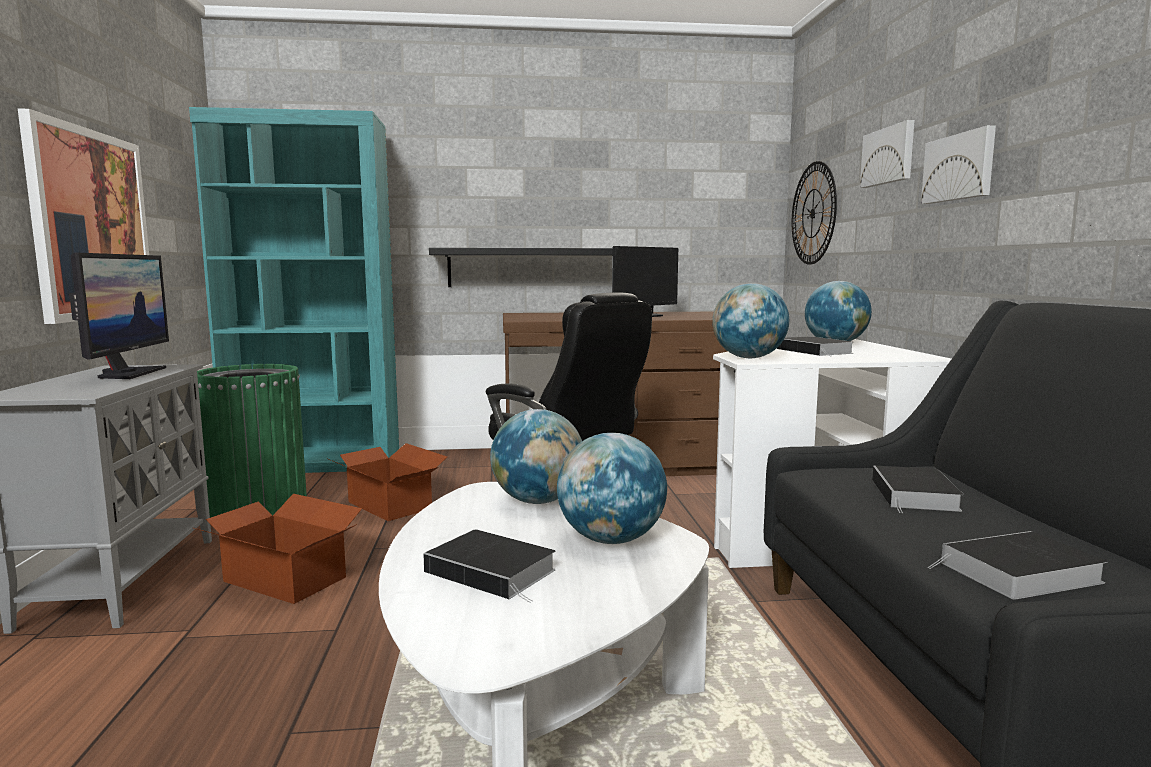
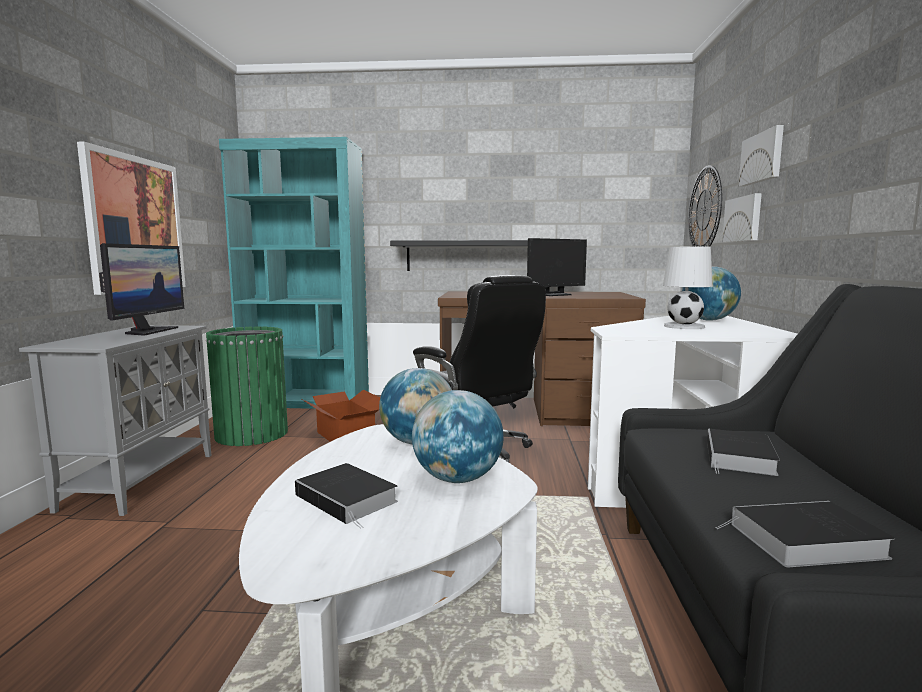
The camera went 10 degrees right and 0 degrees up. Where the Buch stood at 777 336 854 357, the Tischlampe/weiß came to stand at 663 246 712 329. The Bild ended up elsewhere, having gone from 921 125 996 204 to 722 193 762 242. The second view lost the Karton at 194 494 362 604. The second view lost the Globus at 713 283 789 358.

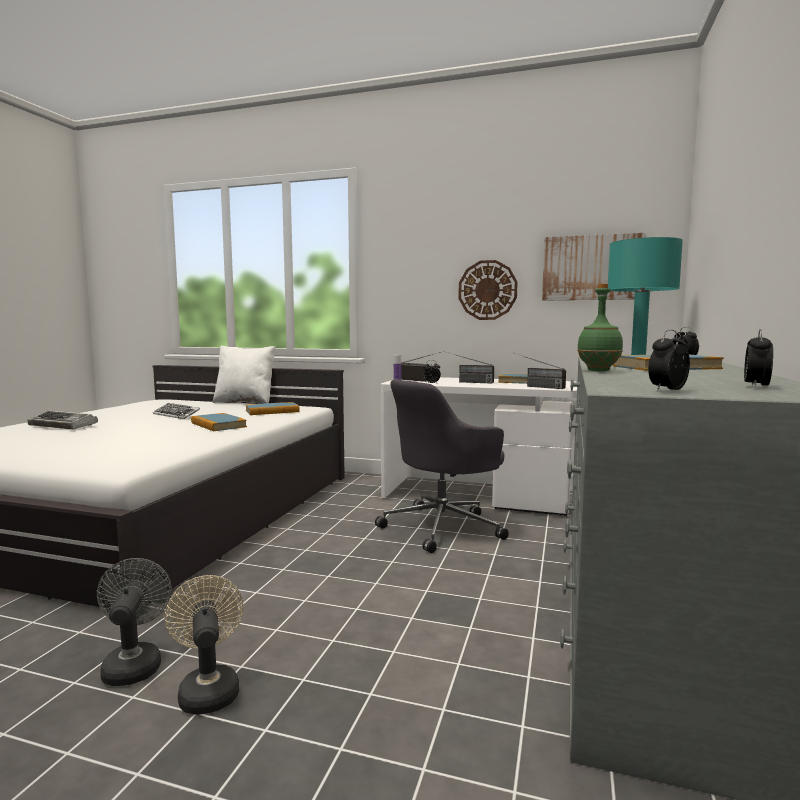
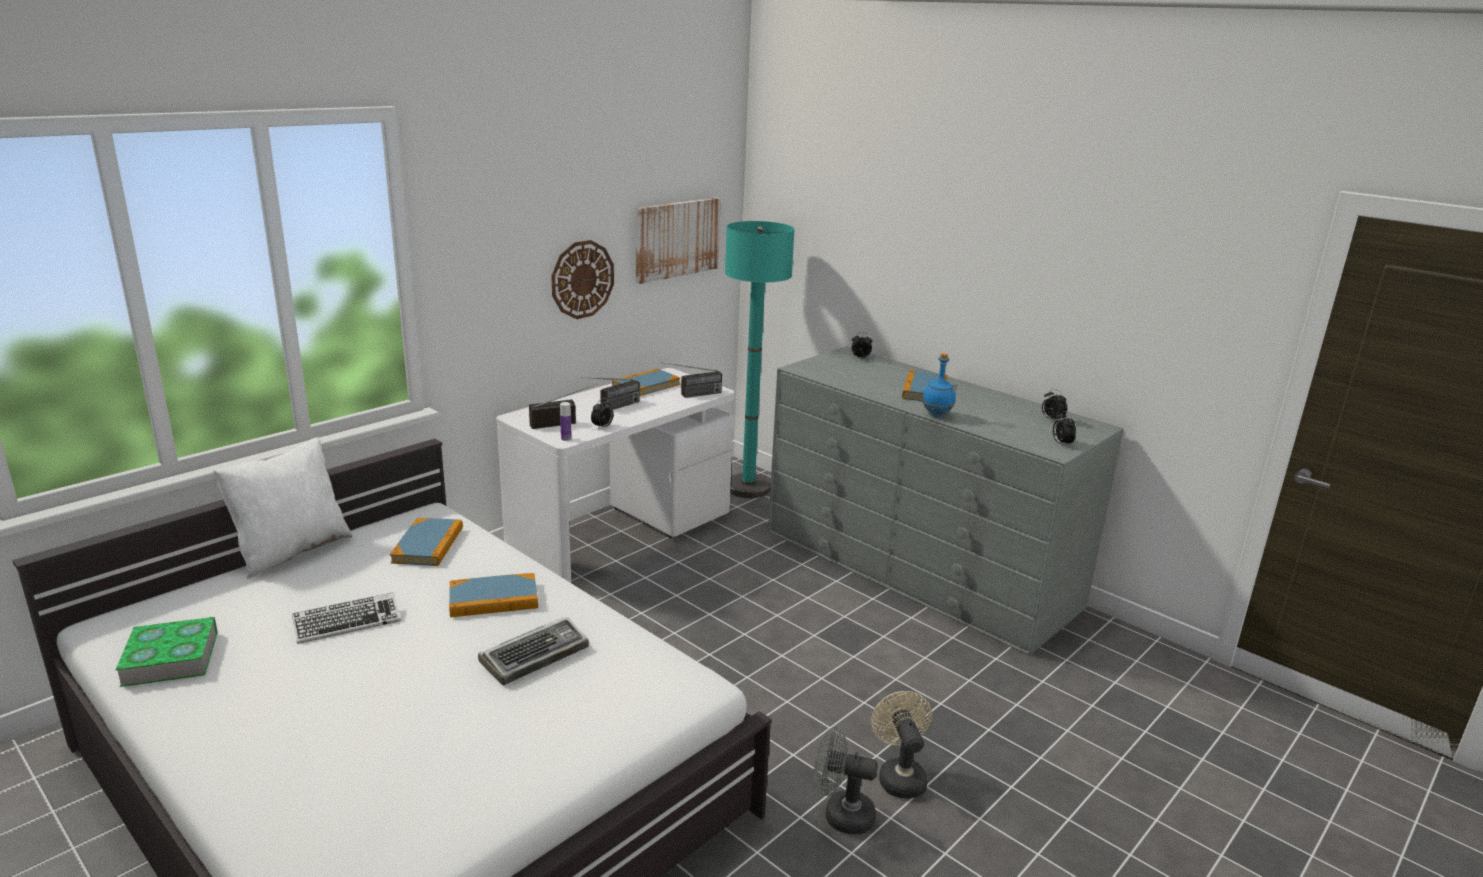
The camera went 65 degrees left and 15 degrees up. The second view gained the Buch at 115 617 218 687. The Tastatur ended up elsewhere, having gone from 27 411 98 430 to 478 617 589 685. The Ventilator/beige at 164 575 244 715 ended up facing another way, 75 degrees clockwise from before. What was the Flasche/grün at 577 283 623 371 turned into the Flasche/blau at 922 353 955 418. The second view lost the Bürostuhl/grau at 375 380 509 553.

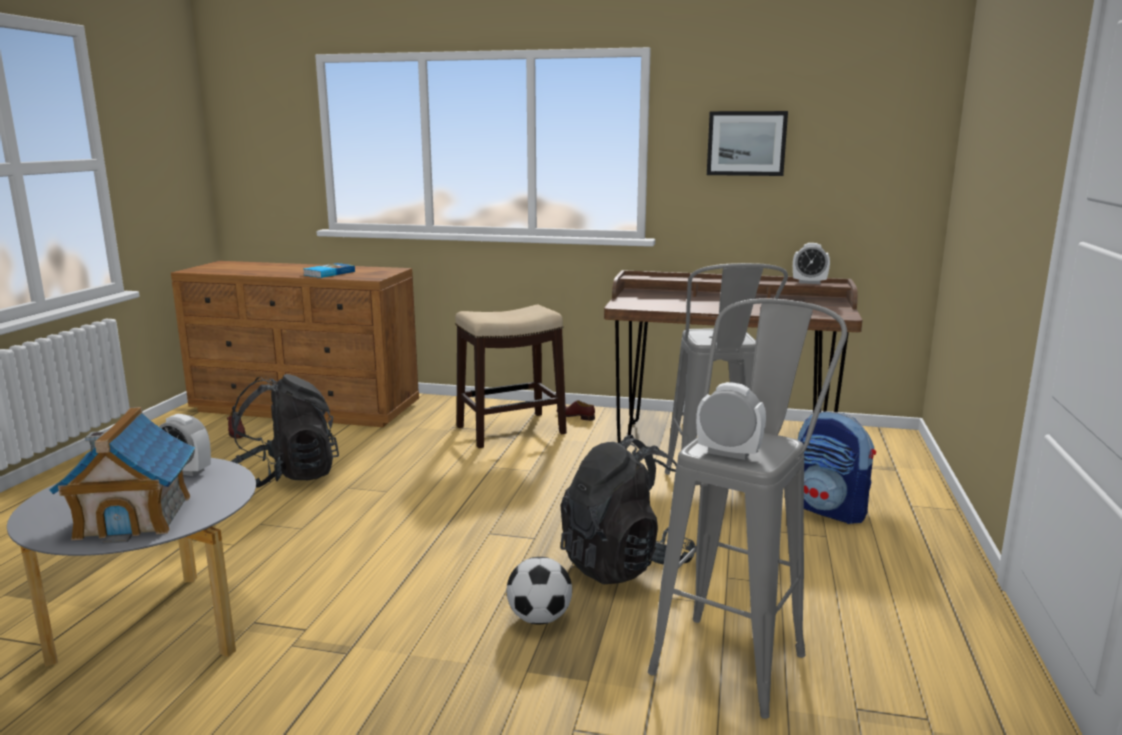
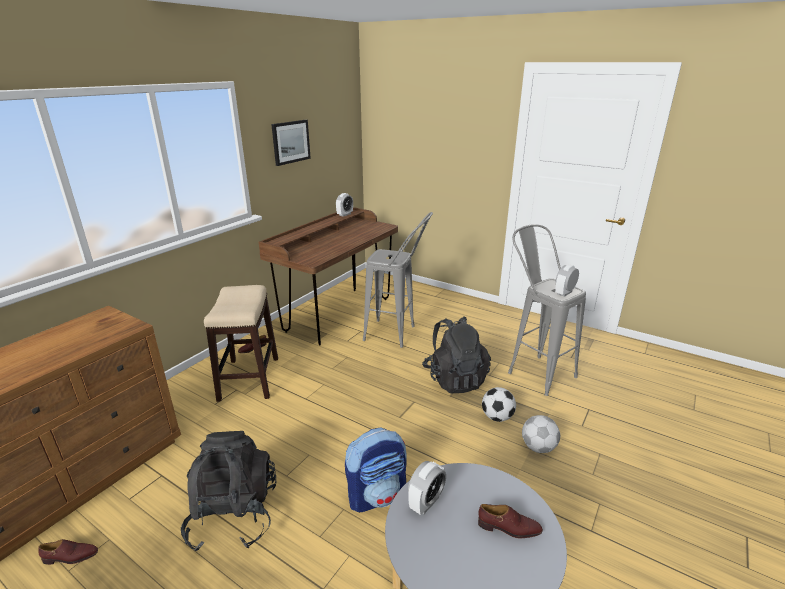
The camera went 70 degrees left and 10 degrees up. The Rucksack ended up elsewhere, having gone from 798 411 876 524 to 345 428 407 512. Where the Spielzeughaus stood at 49 407 195 544, the Schuh/braun came to stand at 478 504 543 538. The second view gained the Fußball at 522 415 560 453. The second view lost the Buch at 303 263 355 278.

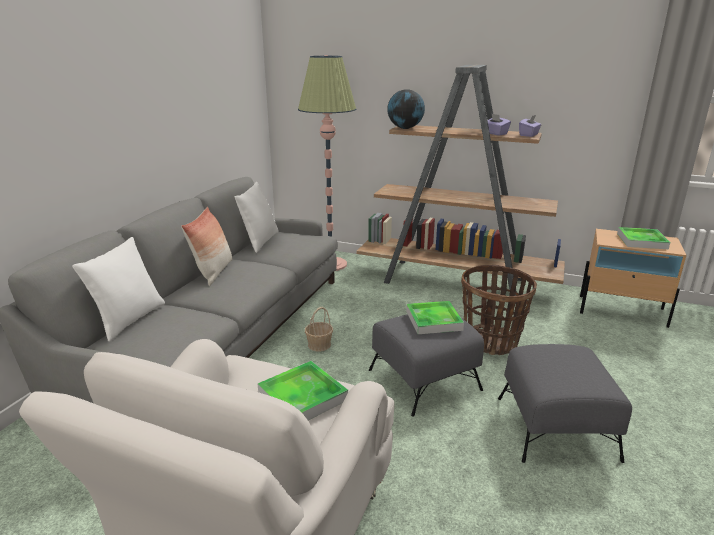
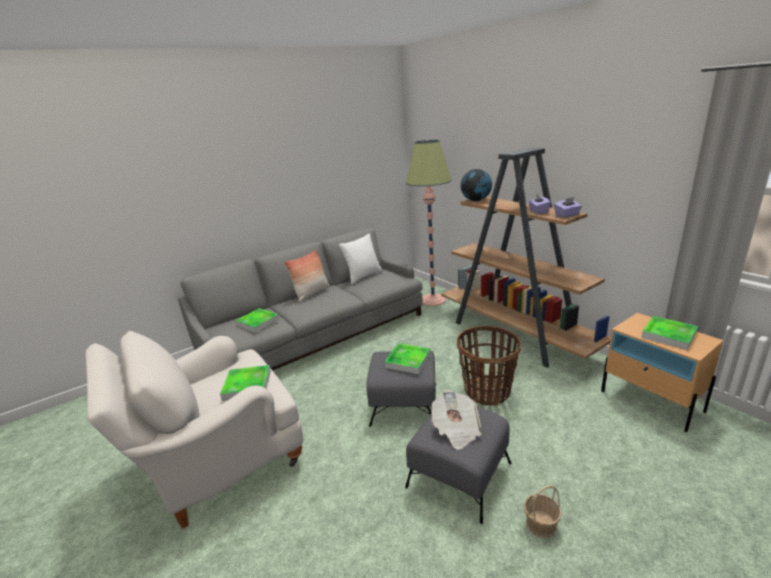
The camera went 35 degrees right and 0 degrees up. The second view gained the Tablett at 235 308 280 333. The second view gained the Zeitung at 431 390 482 450. The Korb ended up elsewhere, having gone from 305 307 333 351 to 524 485 562 538. The second view lost the Kissen/weiß at 72 237 165 342.

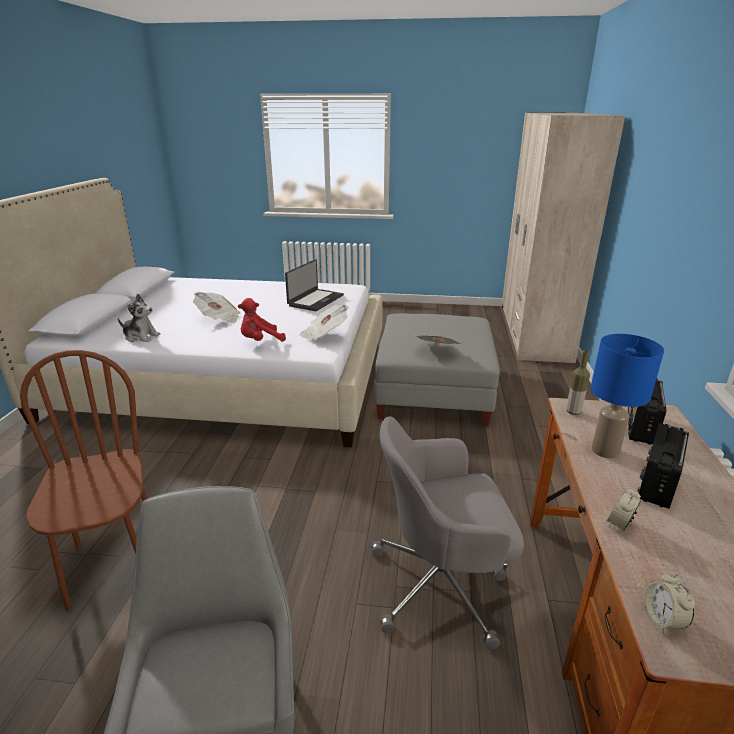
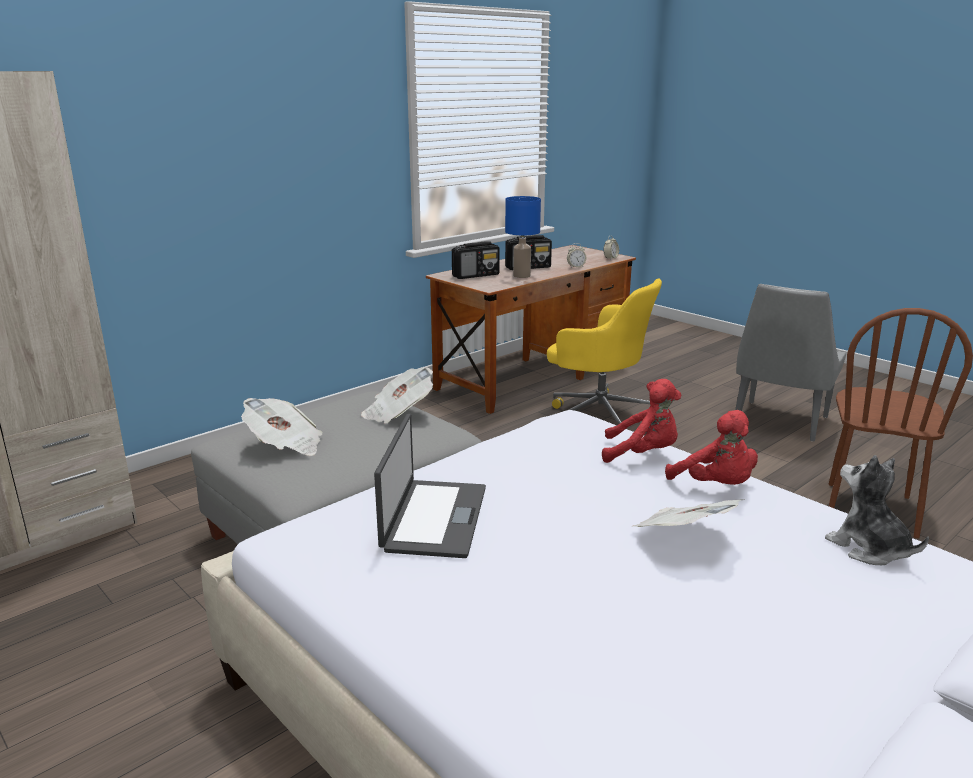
The camera went 140 degrees left and 5 degrees down. The Zeitung ended up elsewhere, having gone from 300 304 349 341 to 241 398 323 456. The Laptop at 285 259 344 311 ended up facing another way, 120 degrees clockwise from before. What was the Bürostuhl/grau at 371 417 524 650 turned into the Bürostuhl/gelb at 547 279 662 424. The second view gained the Plüschtier/rot at 665 410 758 485. The second view lost the Flasche at 566 350 590 415.

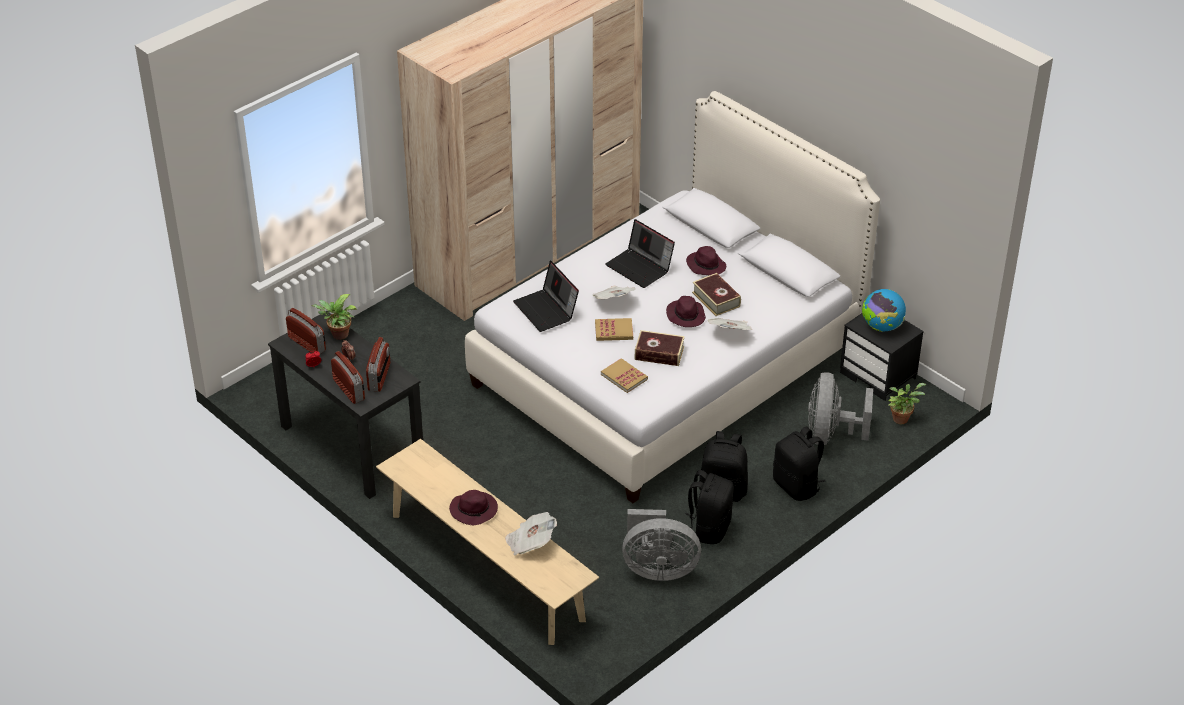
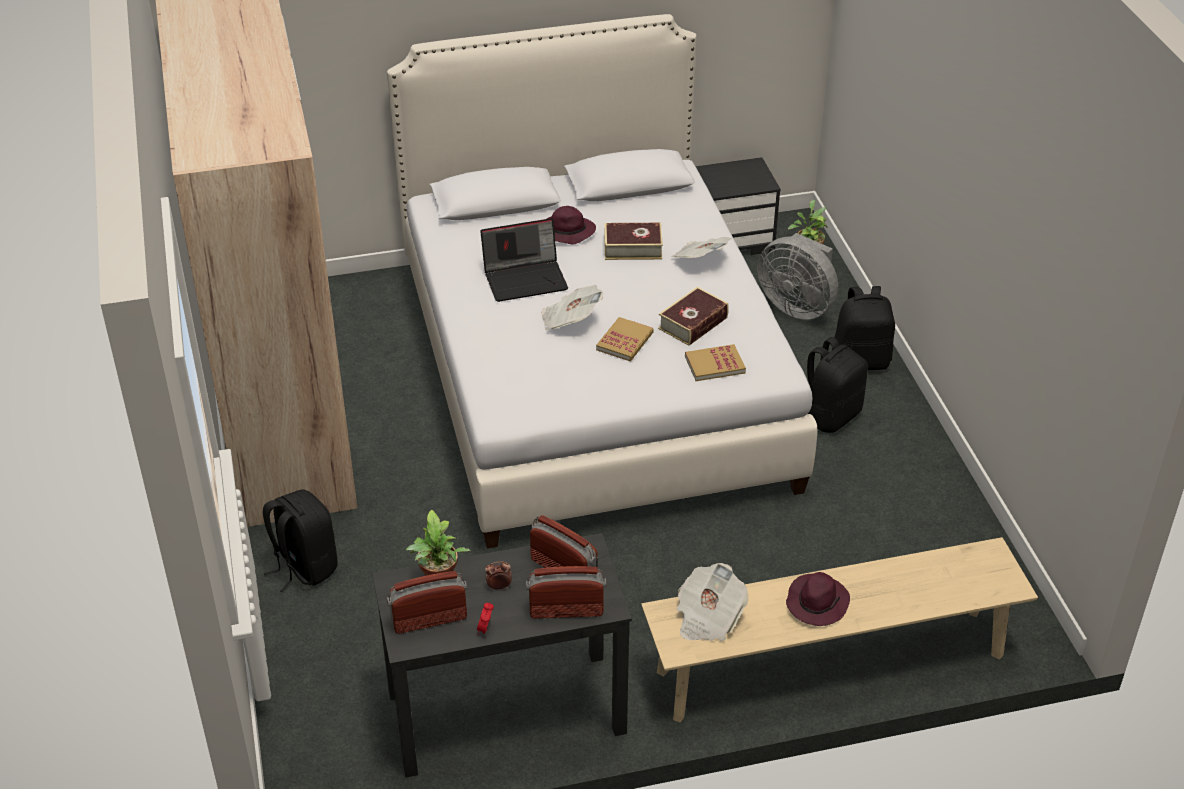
The camera went 60 degrees left and 0 degrees up. The Rucksack/schwarz ended up elsewhere, having gone from 686 470 733 544 to 263 489 338 592. The Zeitung ended up elsewhere, having gone from 505 512 557 556 to 677 563 748 641. The second view lost the Laptop at 513 261 579 332. The second view lost the Ventilator/grau at 622 509 701 581. The second view lost the Hut/lila at 666 296 706 327. The second view lost the Globus at 862 289 906 332.

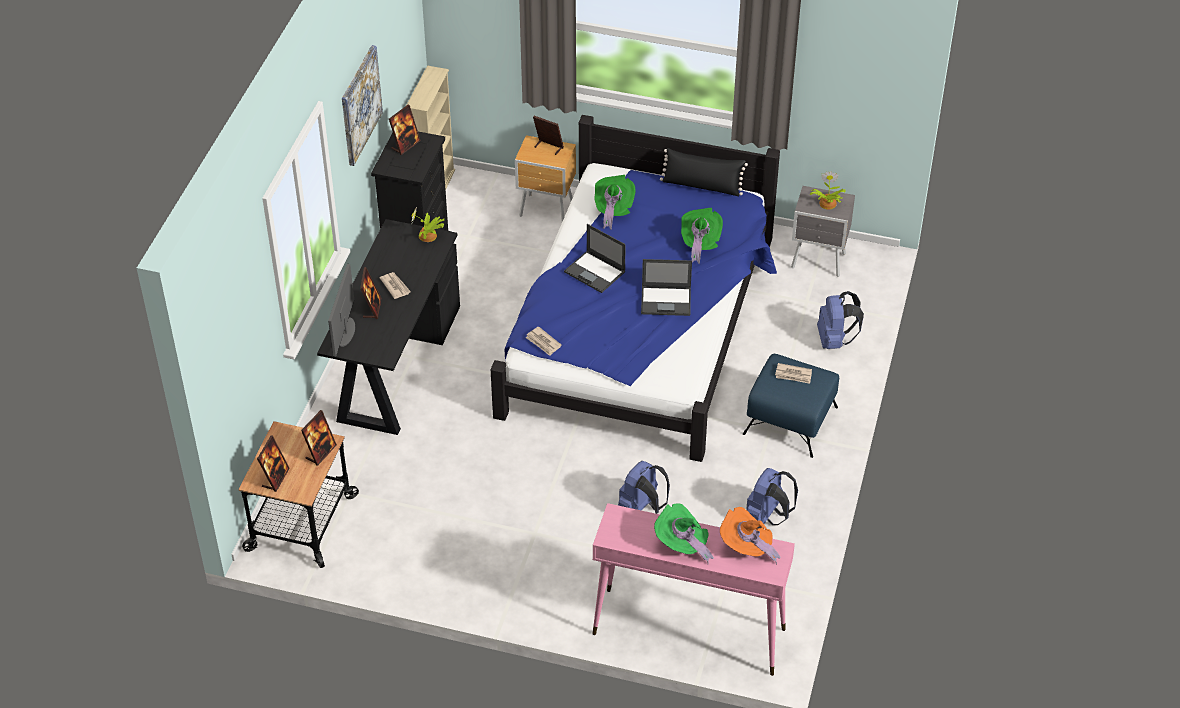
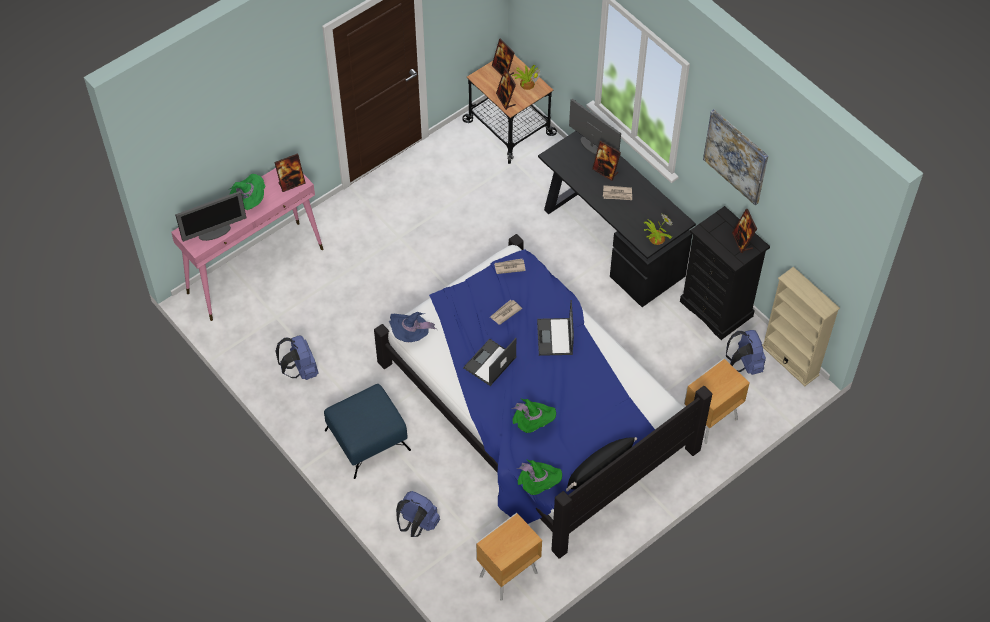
The camera went 125 degrees right and 10 degrees up. Where the Hut/orange stood at 720 507 781 564, the Monitor came to stand at 175 191 246 242. The Bilderrahmen ended up elsewhere, having gone from 533 116 564 155 to 274 153 306 192. The second view gained the Hut/blau at 389 312 437 342. What was the Nachttisch/grau at 791 186 855 277 turned into the Nachttisch/braun at 476 513 542 601. The Zeitung ended up elsewhere, having gone from 775 363 812 384 to 490 300 522 325. The Topfpflanze ended up elsewhere, having gone from 810 171 845 210 to 513 65 540 90. The Hut/grün ended up elsewhere, having gone from 594 175 635 230 to 516 459 562 495. The Laptop at 564 224 626 293 ended up facing another way, 75 degrees counterclockwise from before. The Rucksack/blau ended up elsewhere, having gone from 618 461 670 514 to 726 330 766 375.

